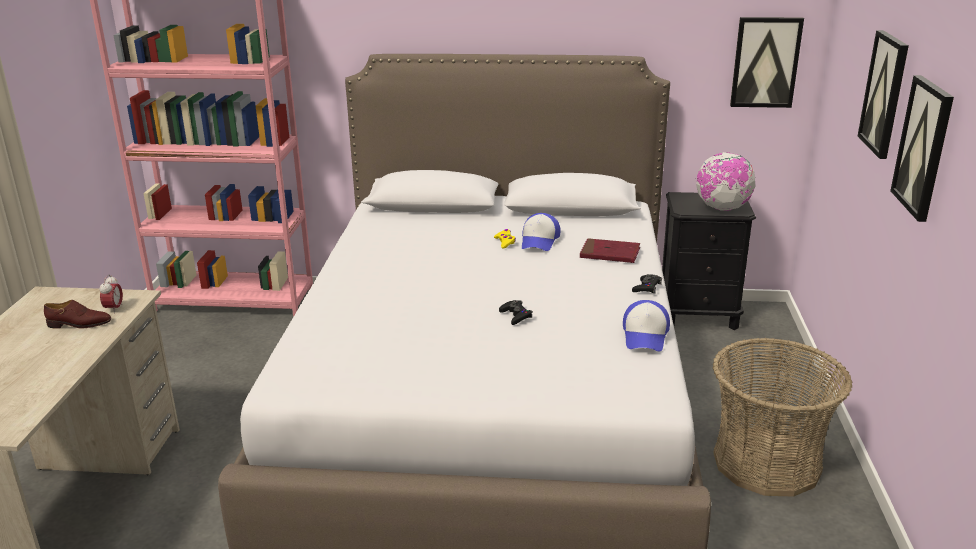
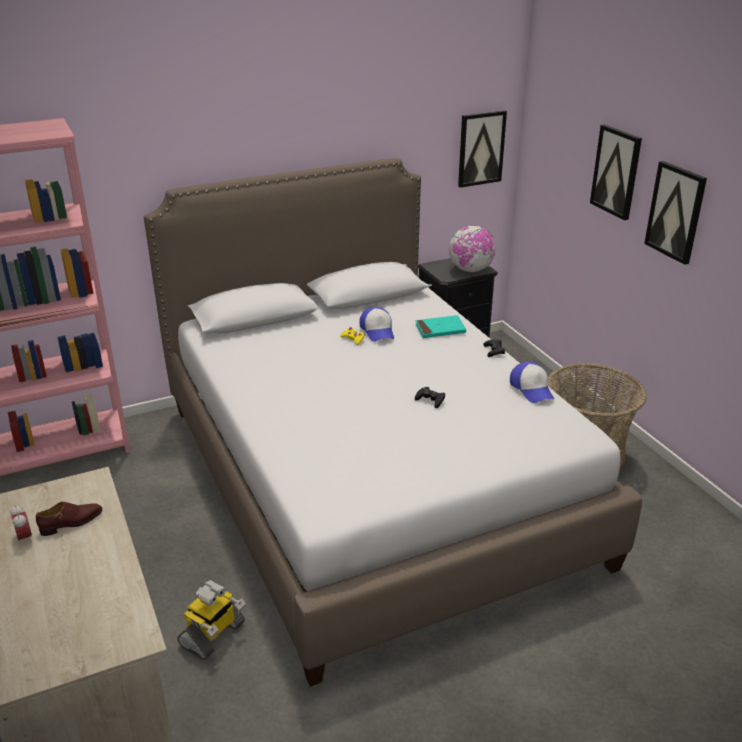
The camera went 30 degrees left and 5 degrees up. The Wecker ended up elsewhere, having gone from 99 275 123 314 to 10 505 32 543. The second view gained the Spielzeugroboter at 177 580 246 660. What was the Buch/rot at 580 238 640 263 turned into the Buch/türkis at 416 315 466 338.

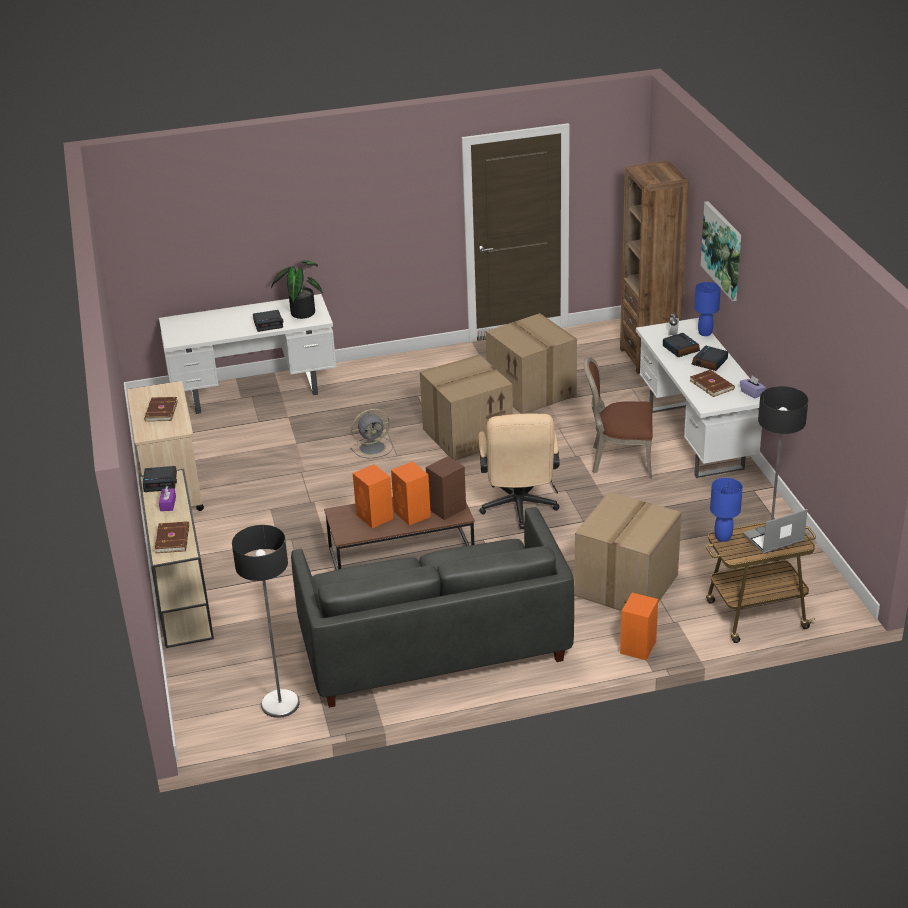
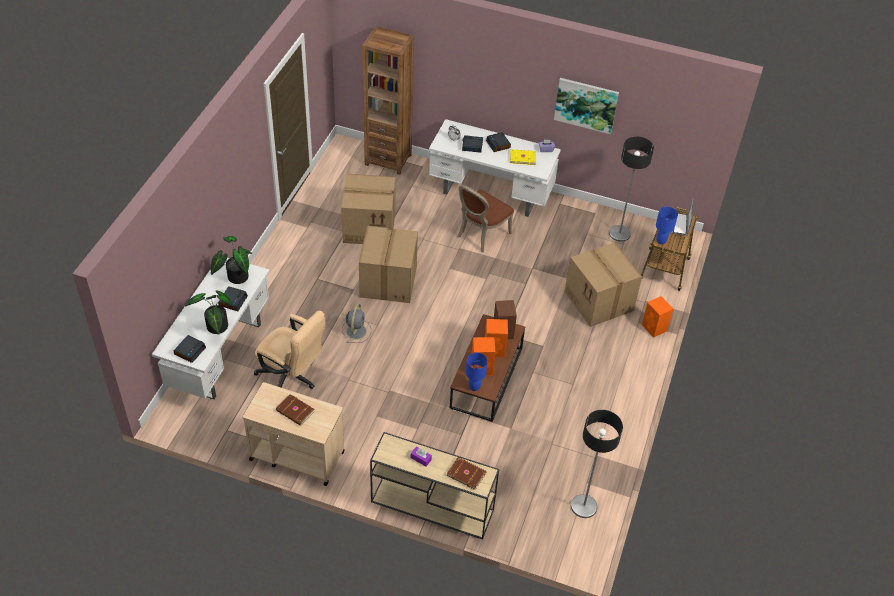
The camera went 60 degrees left and 15 degrees up. The Wecker ended up elsewhere, having gone from 143 466 177 492 to 173 335 206 363. The second view gained the Topfpflanze at 185 290 234 335. The Bürostuhl/beige ended up elsewhere, having gone from 479 414 560 529 to 254 310 326 389. The Tischlampe/blau ended up elsewhere, having gone from 694 282 721 336 to 466 352 488 391. What was the Buch/braun at 690 370 735 397 turned into the Buch/gelb at 510 149 536 165. The Bild ended up elsewhere, having gone from 701 201 741 301 to 554 78 619 134. The second view lost the Sofa/grau at 291 507 574 708.

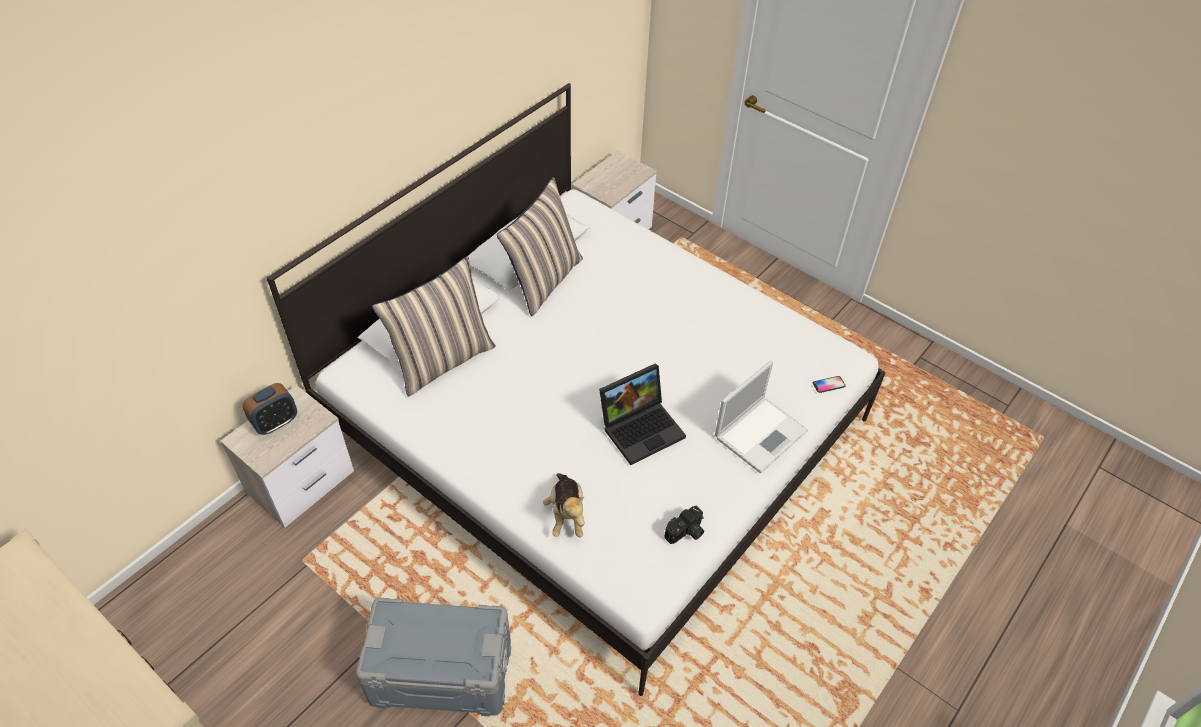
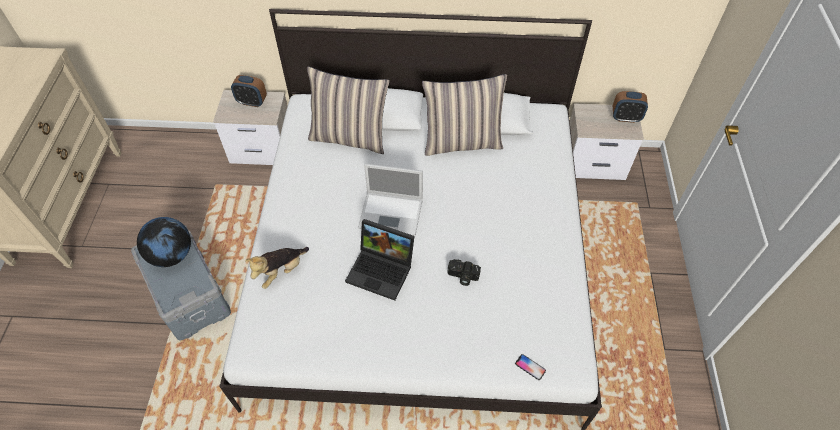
The camera went 55 degrees right and 5 degrees up. The second view gained the Globus at 137 217 191 267. The Laptop ended up elsewhere, having gone from 715 361 808 473 to 358 164 423 236. The Kamera ended up elsewhere, having gone from 664 506 704 544 to 447 259 481 286. The second view gained the Wecker at 613 91 648 123.

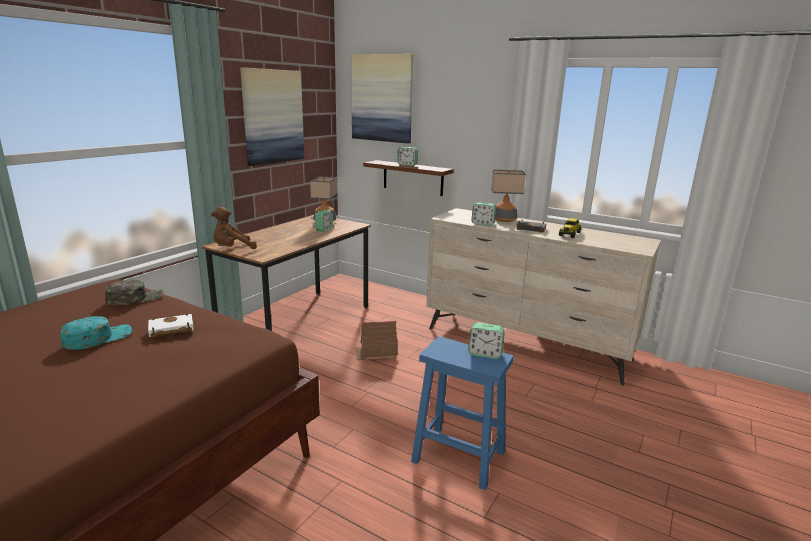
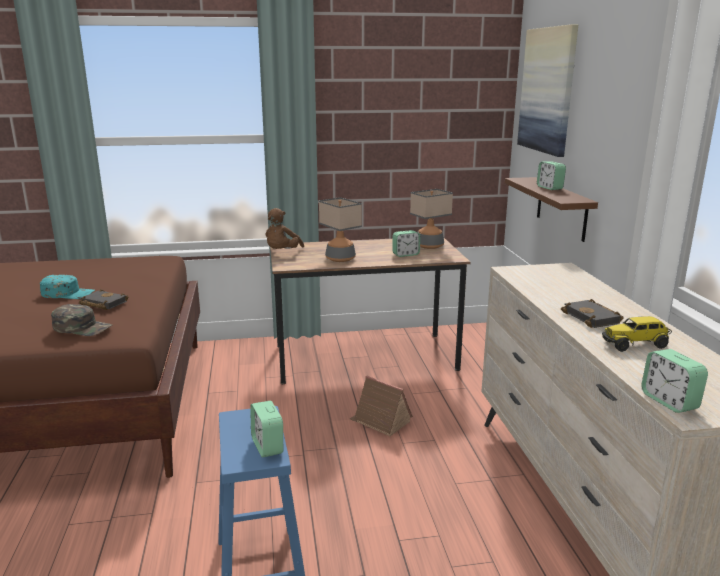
The camera went 50 degrees right and 0 degrees up. The Kappe/grün ended up elsewhere, having gone from 105 280 163 305 to 51 304 112 336. What was the Buch/weiß at 148 313 194 338 turned into the Buch/schwarz at 79 289 128 310. The Plüschtier/braun at 211 207 257 249 ended up facing another way, 90 degrees counterclockwise from before. The Tischlampe ended up elsewhere, having gone from 491 169 526 222 to 319 197 362 262. The Wecker ended up elsewhere, having gone from 472 203 496 226 to 641 349 708 413. The second view lost the Bild at 240 67 304 166.

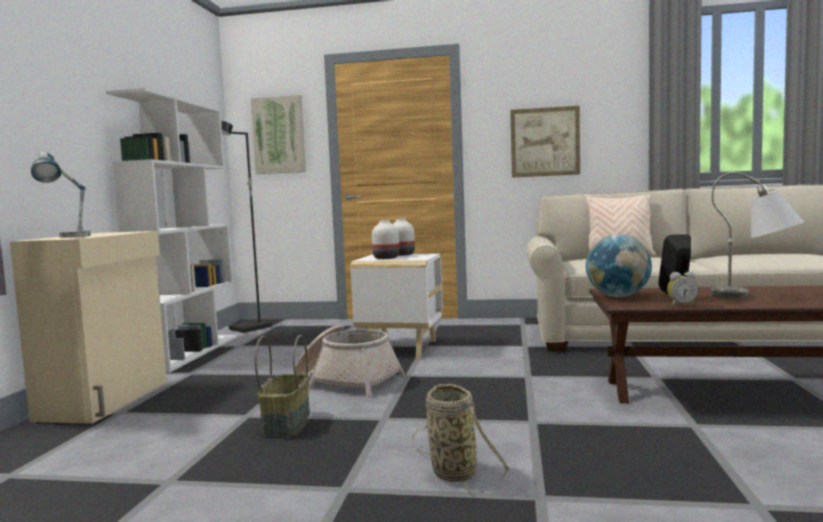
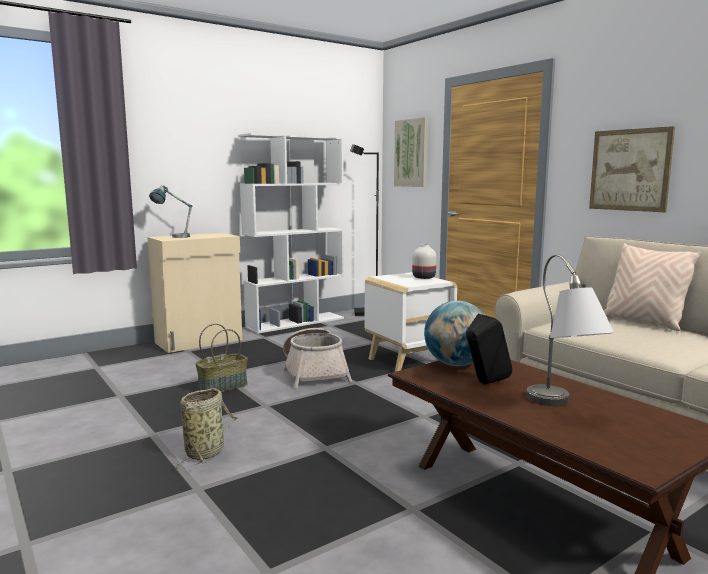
The camera went 45 degrees right and 5 degrees up. The second view lost the Vase/weiß at 372 220 399 259. The second view lost the Wecker at 667 271 698 307.

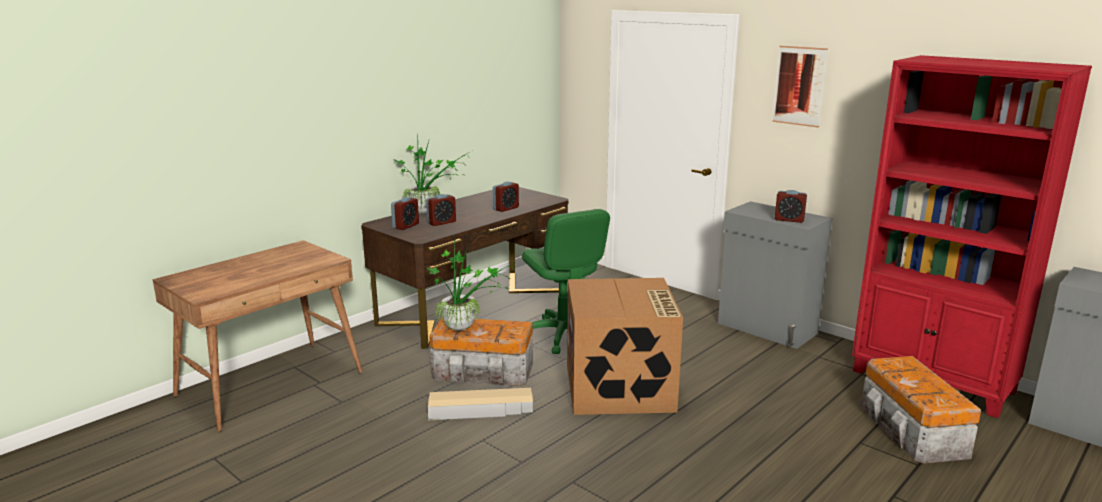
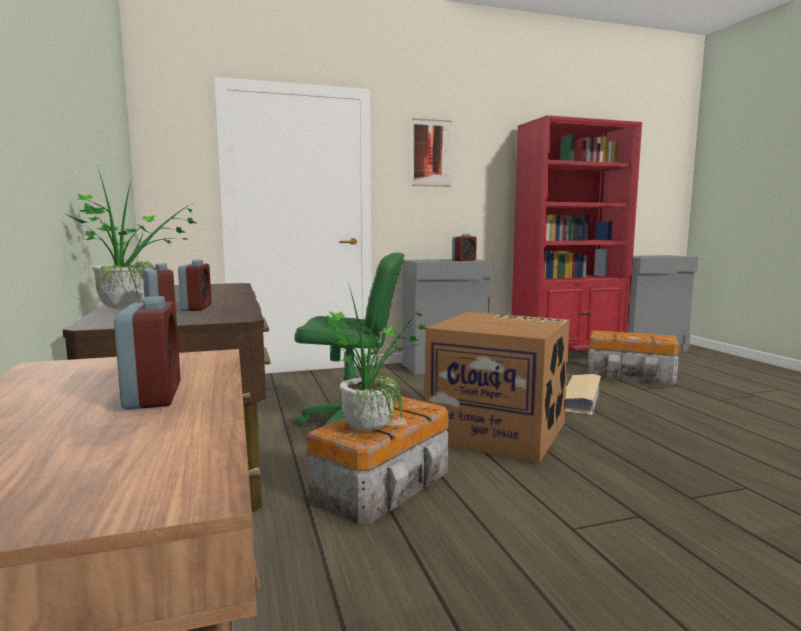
The camera went 60 degrees left and 10 degrees down. The Wecker ended up elsewhere, having gone from 493 182 519 212 to 114 296 180 410. The Aufbewahrungsbox/beige ended up elsewhere, having gone from 428 388 533 420 to 565 374 601 415.

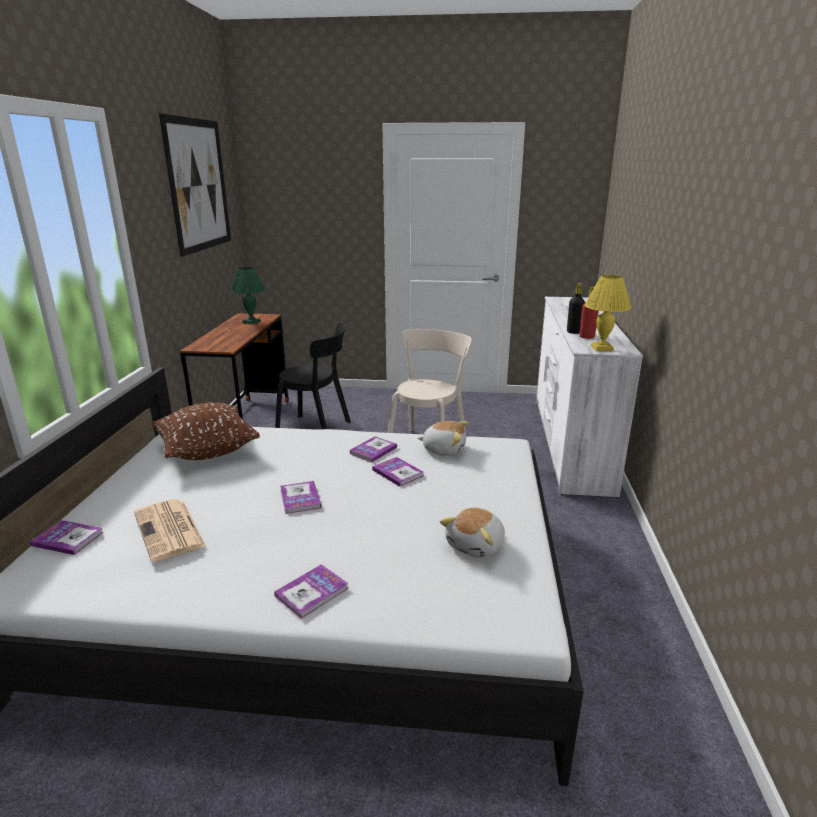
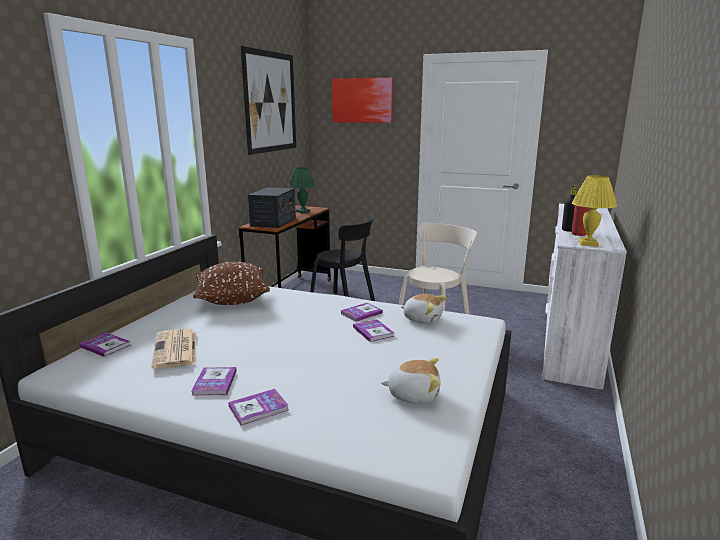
The camera went 15 degrees right and 5 degrees down. The Buch ended up elsewhere, having gone from 280 481 321 514 to 191 367 237 396. The second view gained the Radio at 248 187 296 228. The second view gained the Bild at 332 77 393 123. The Plüschtier at 440 508 505 558 ended up facing another way, 135 degrees counterclockwise from before.

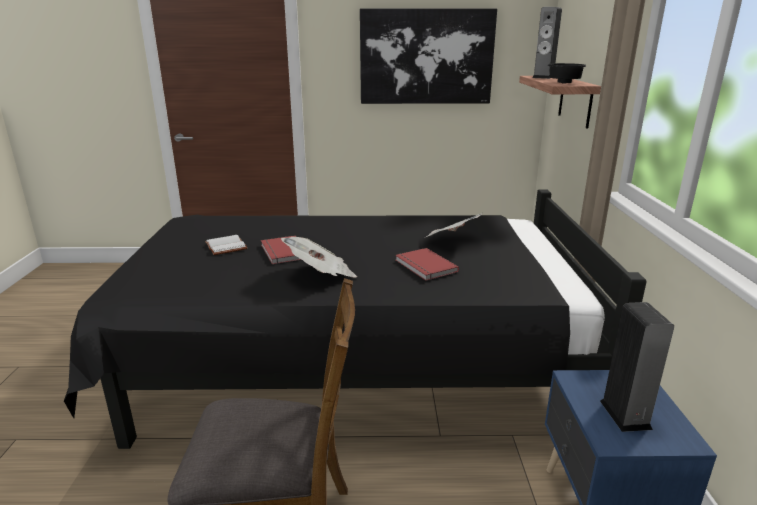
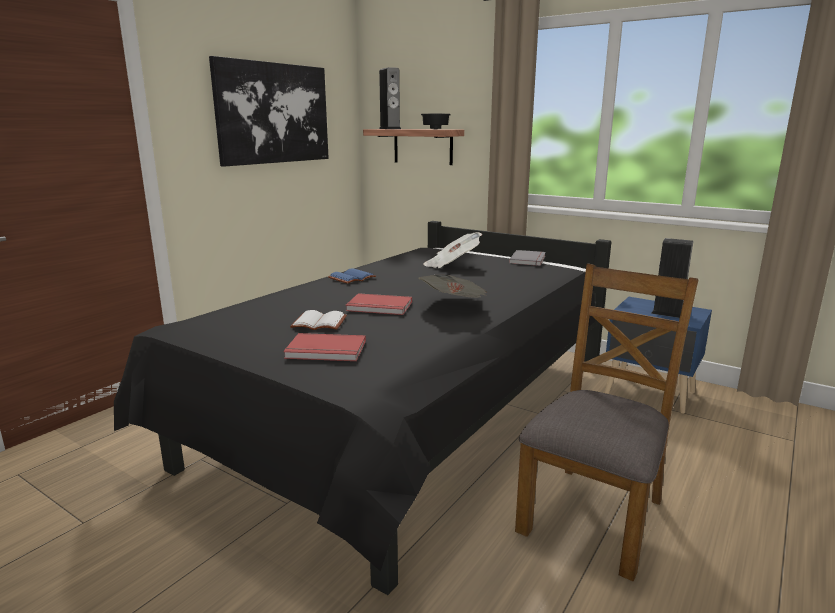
The camera went 55 degrees left and 5 degrees down. The Buch/rot ended up elsewhere, having gone from 395 248 459 281 to 283 333 366 361. The second view gained the Buch/blau at 328 269 376 284. The second view gained the Buch/grau at 509 250 546 266.

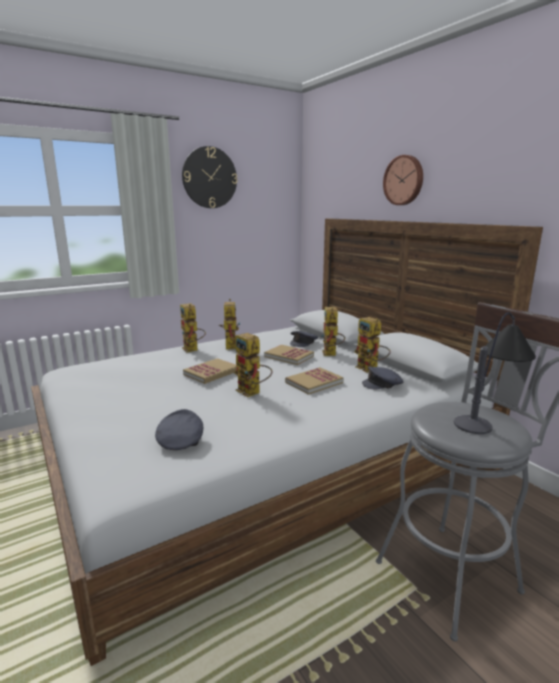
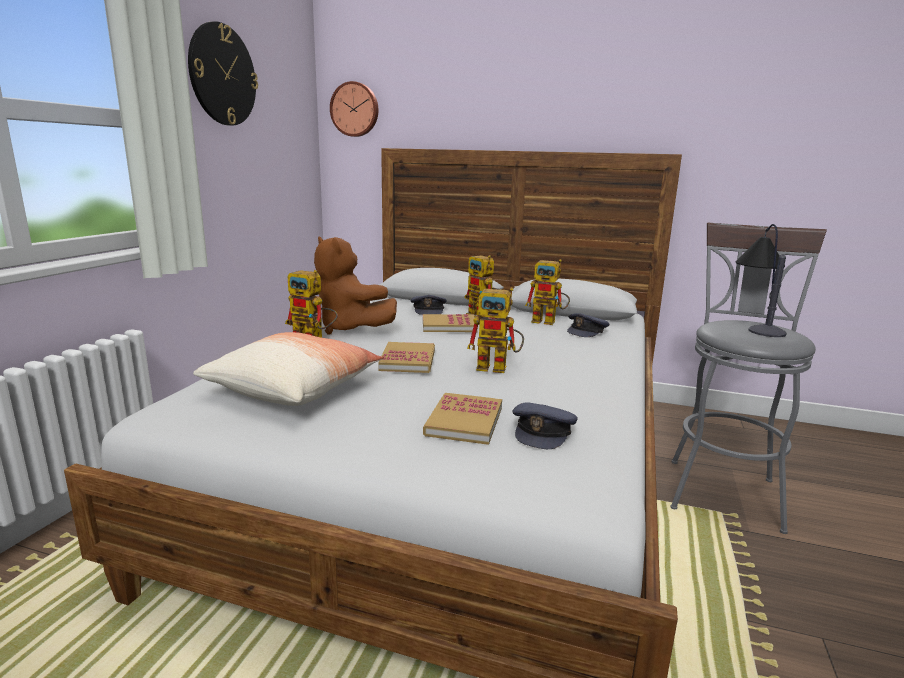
The camera went 40 degrees left and 0 degrees up. The second view gained the Kissen at 193 332 384 406. Where the Spielzeugroboter stood at 219 299 240 349, the Plüschtier/braun came to stand at 314 237 397 335. The Wanduhr ended up elsewhere, having gone from 383 155 423 205 to 330 81 378 137. The Buch ended up elsewhere, having gone from 285 367 344 395 to 423 393 502 445. The Kappe/grau at 155 409 203 450 ended up facing another way, 120 degrees counterclockwise from before.

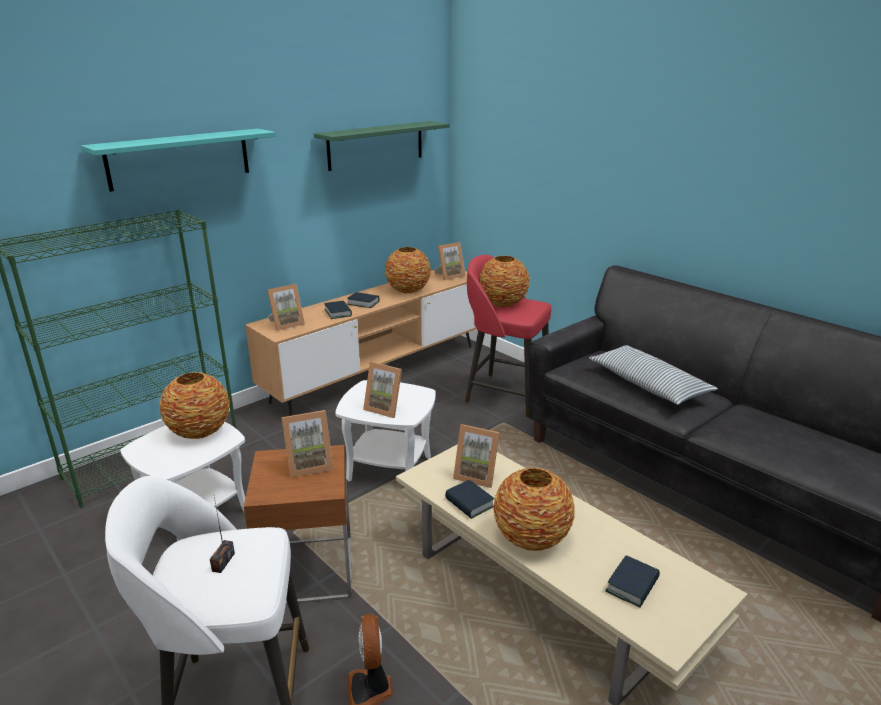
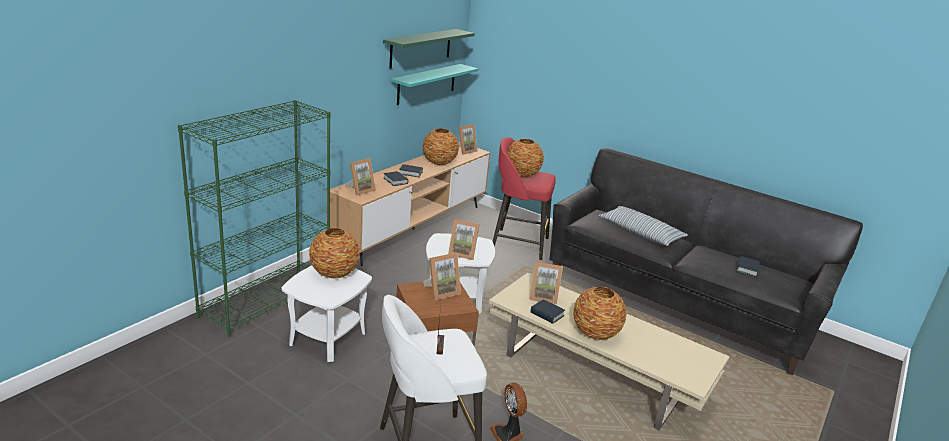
The camera went 15 degrees left and 0 degrees up. The Wandregal/türkis ended up elsewhere, having gone from 81 129 276 192 to 391 64 478 105. The Buch ended up elsewhere, having gone from 605 555 660 608 to 736 256 759 277.

